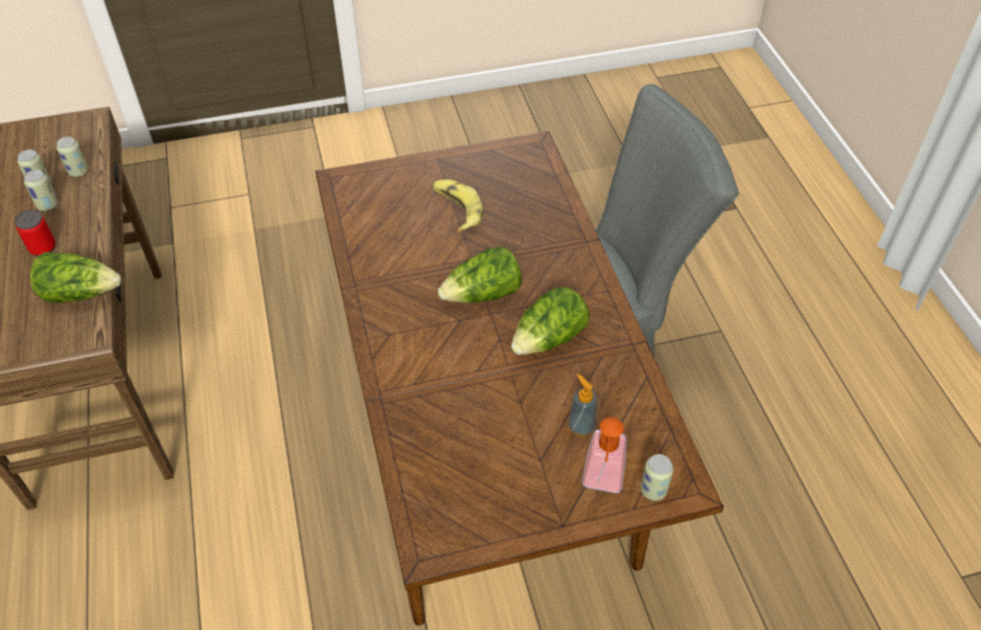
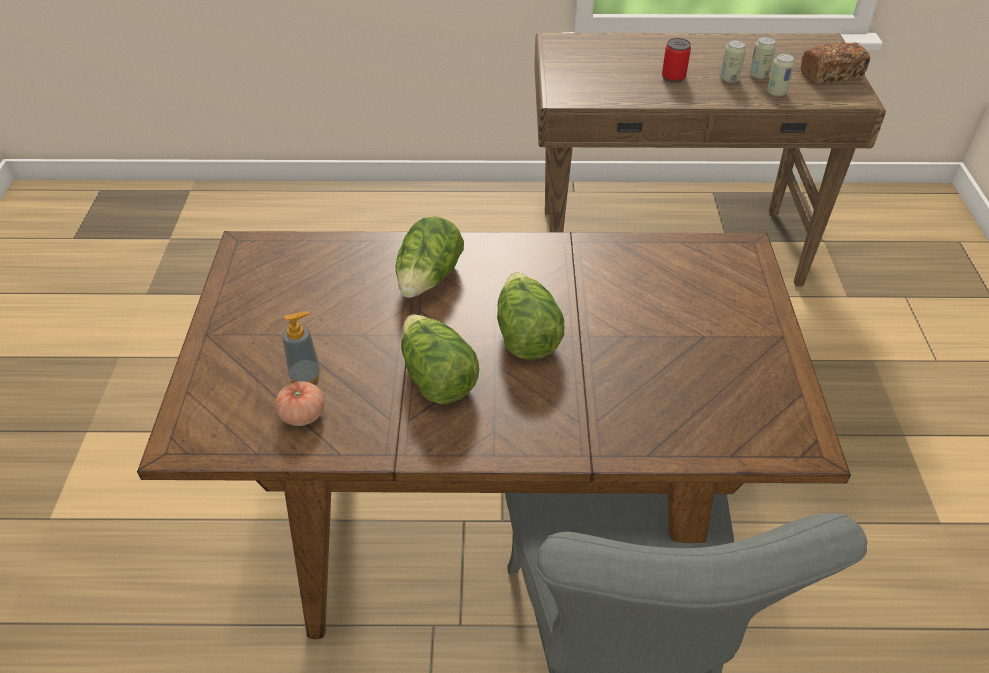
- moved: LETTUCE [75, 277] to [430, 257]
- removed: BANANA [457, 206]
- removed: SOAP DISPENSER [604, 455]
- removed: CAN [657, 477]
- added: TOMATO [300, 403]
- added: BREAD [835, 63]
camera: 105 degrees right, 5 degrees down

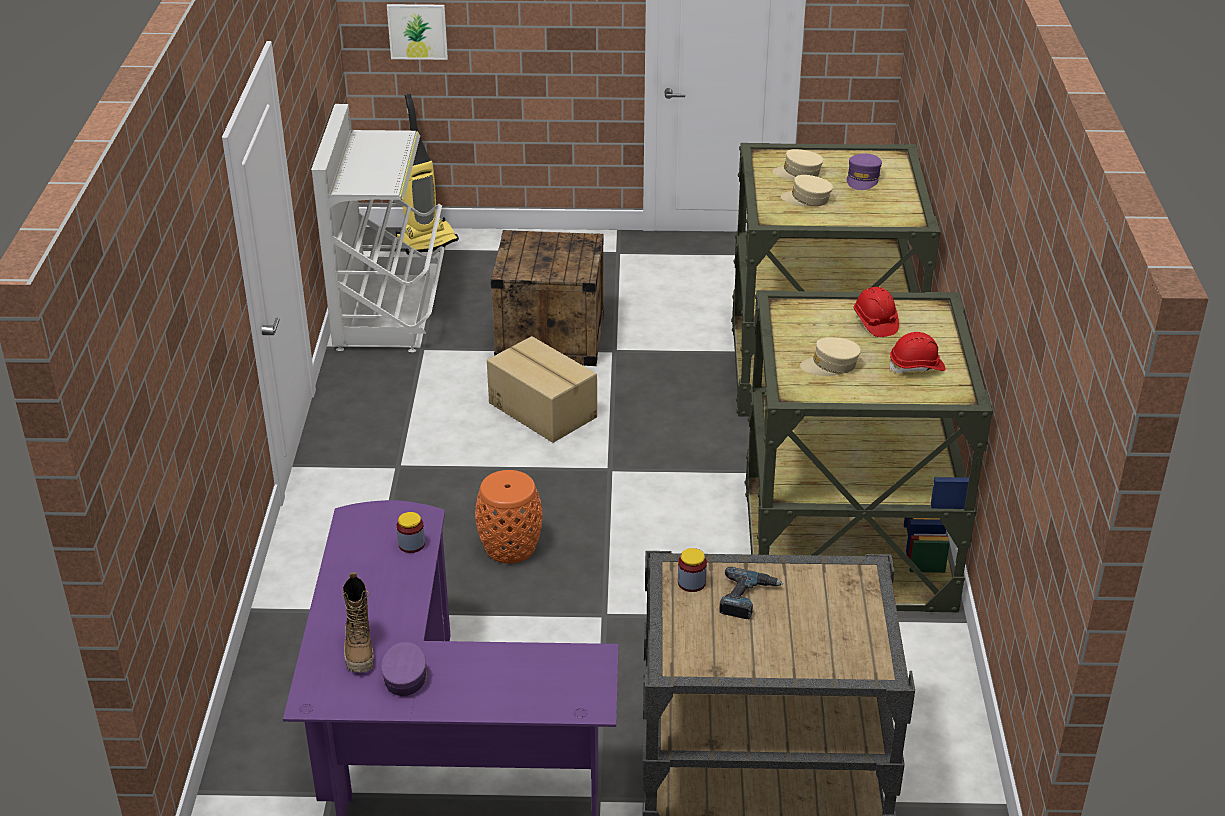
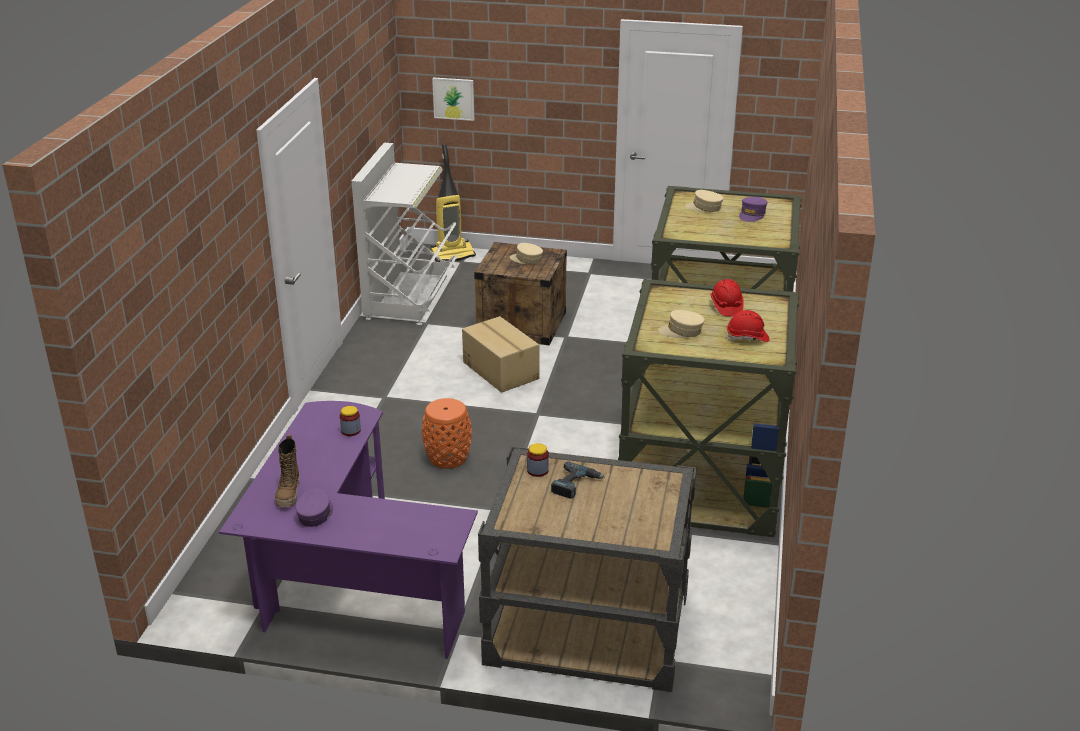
- moved: BEIGE CAP [807, 190] to [526, 253]
camera: 10 degrees right, 5 degrees down

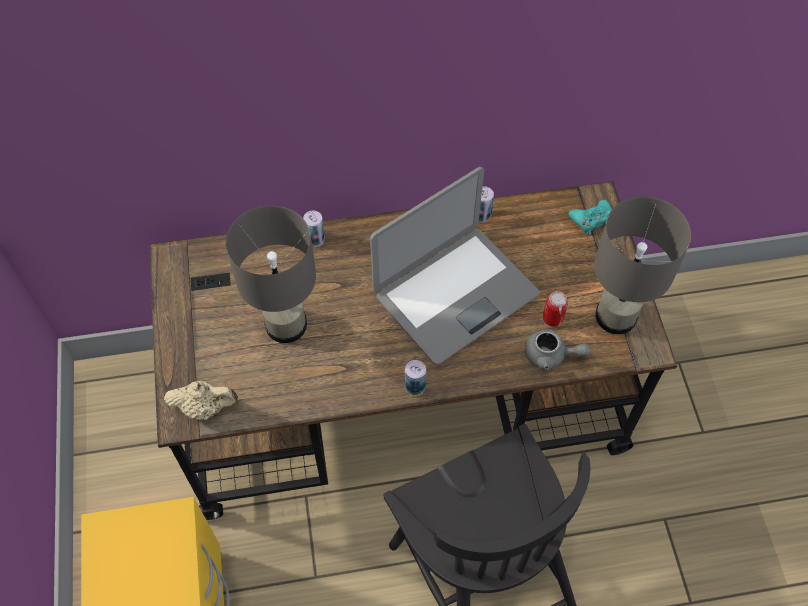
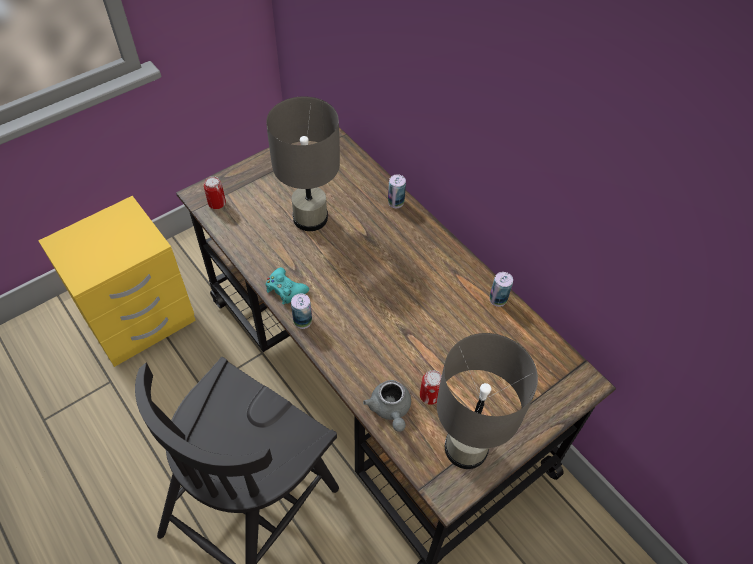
- replaced: BEIGE TEAPOT [201, 400] to CAN [215, 192]
- removed: LAPTOP [454, 265]
- moved: TURQUOISE GAME CONTROLLER [590, 217] to [287, 286]
camera: 60 degrees right, 5 degrees down

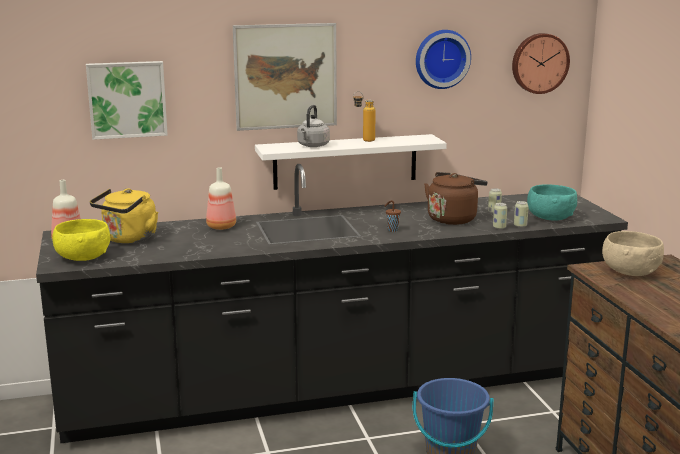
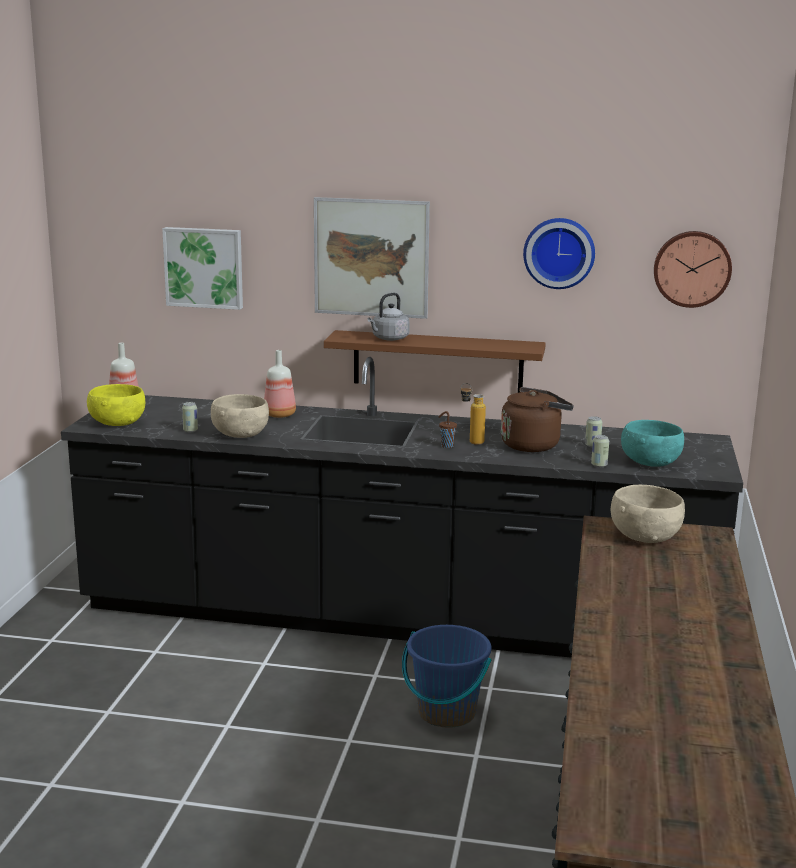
- removed: YELLOW KETTLE [124, 215]
- recoloured: WHITE SHELF [351, 162] to BROWN SHELF [435, 361]
- moved: BOTTLE [364, 116] to [473, 414]
- moved: CAN [500, 216] to [190, 417]
- added: BEIGE BOWL [240, 416]
camera: 25 degrees right, 0 degrees up

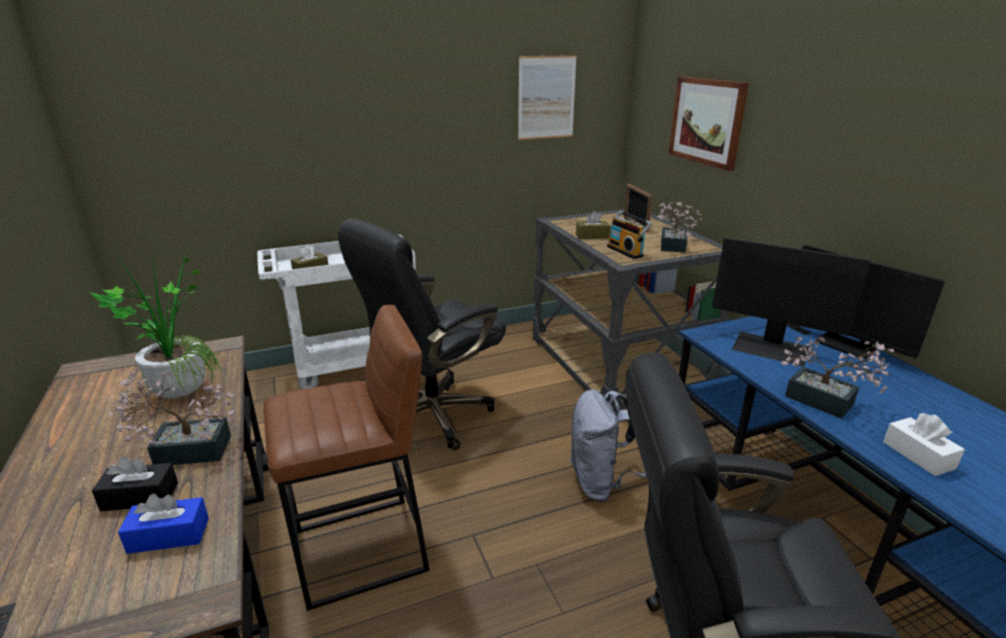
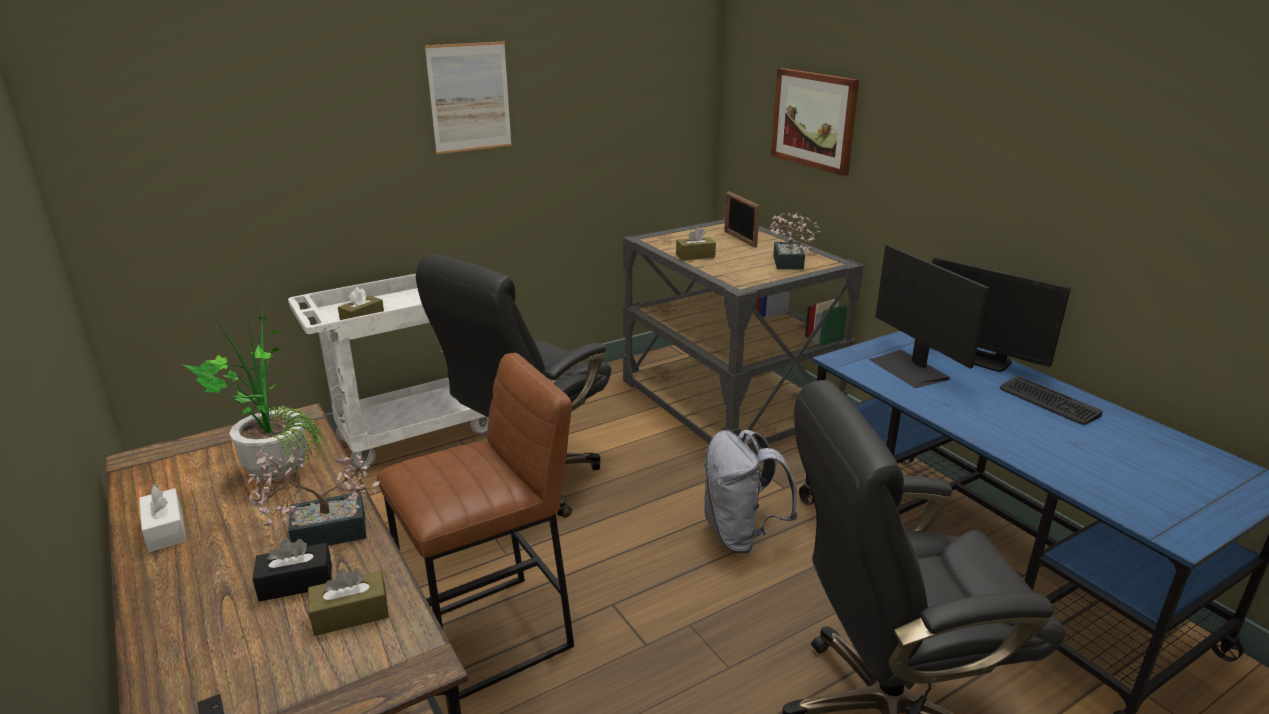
- recoloured: BLUE TISSUE BOX [163, 523] to BROWN TISSUE BOX [348, 602]
- moved: PICTURE [547, 97] to [468, 97]
- removed: RADIO [629, 235]
- turned: MONITOR [791, 302] = [928, 316] 45 degrees clockwise
- removed: POTTED PLANT [837, 378]
- moved: WHITE TISSUE BOX [924, 444] to [162, 518]
- added: KEYBOARD [1051, 400]
camera: 10 degrees left, 0 degrees up

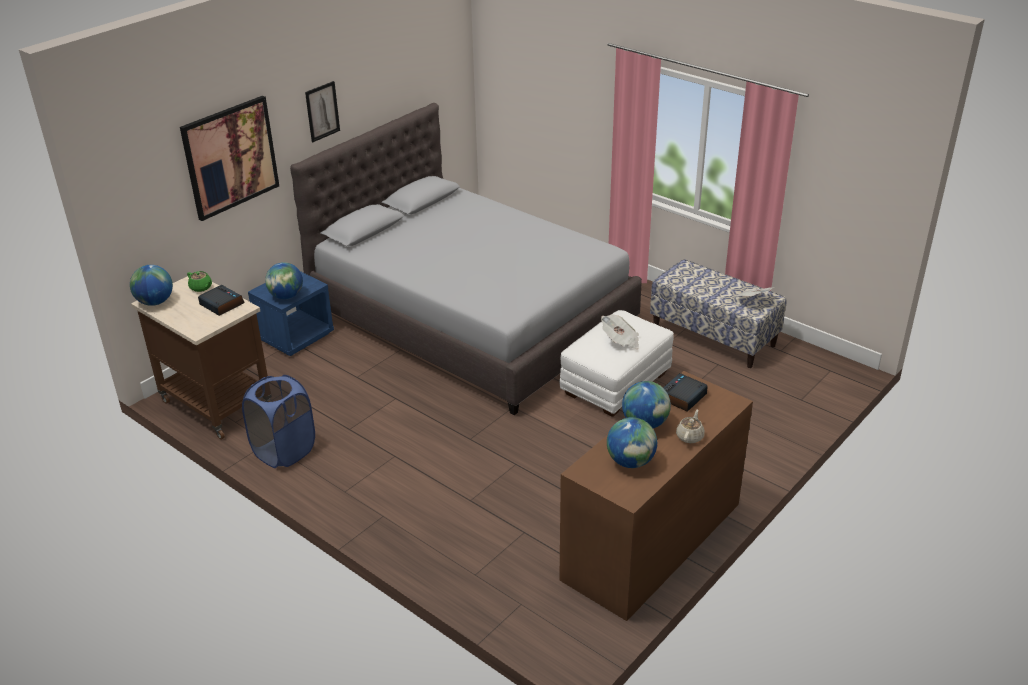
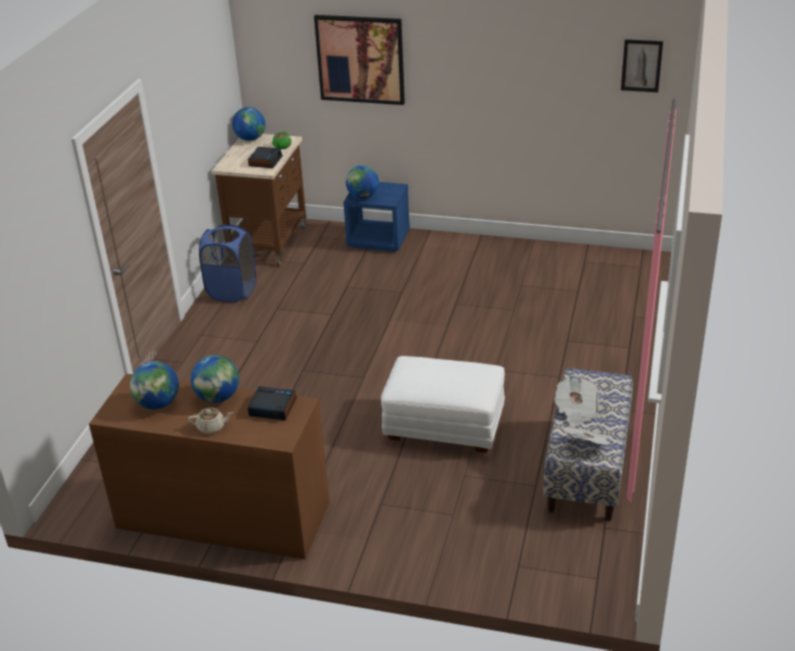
- removed: GREY BED [466, 259]
- moved: PICTURE [322, 111] to [642, 65]
- moved: NEWSPAPER [620, 332] to [576, 400]
camera: 65 degrees right, 0 degrees up

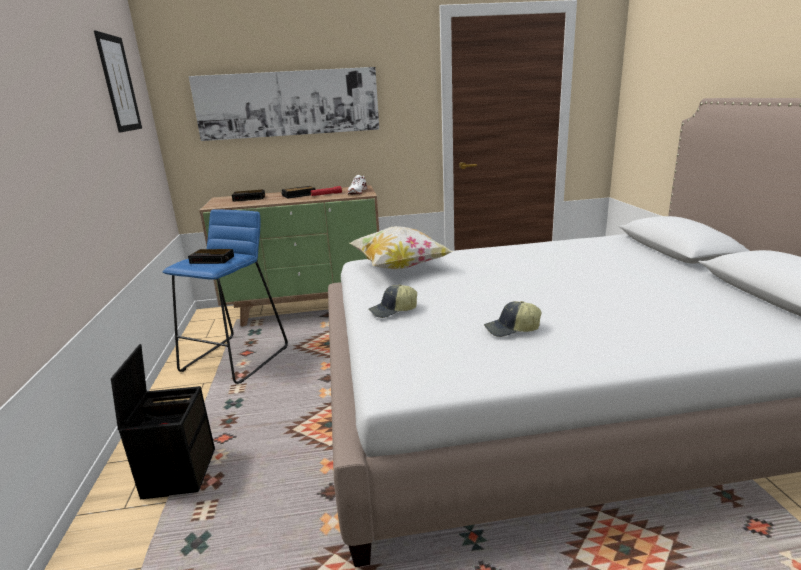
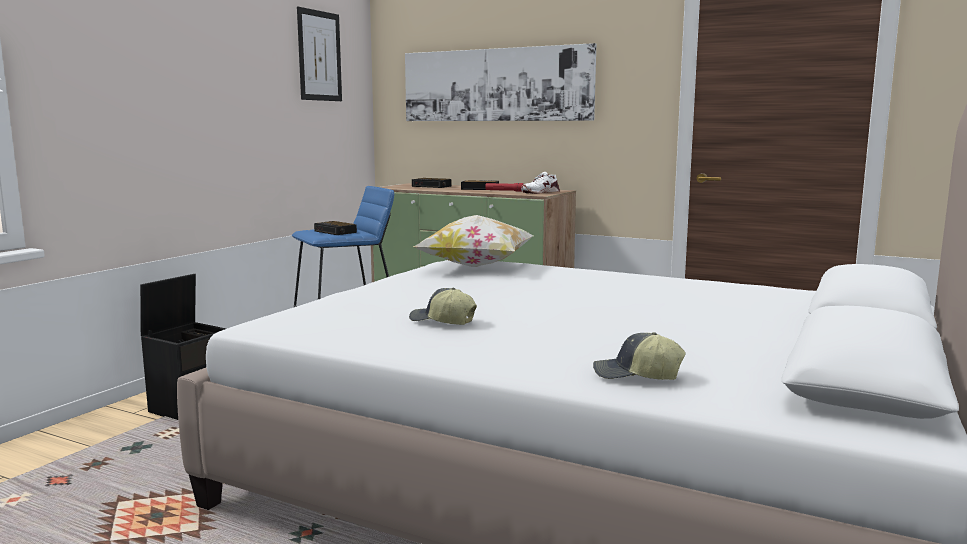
- moved: CAP [392, 301] to [639, 356]
camera: 35 degrees right, 10 degrees down

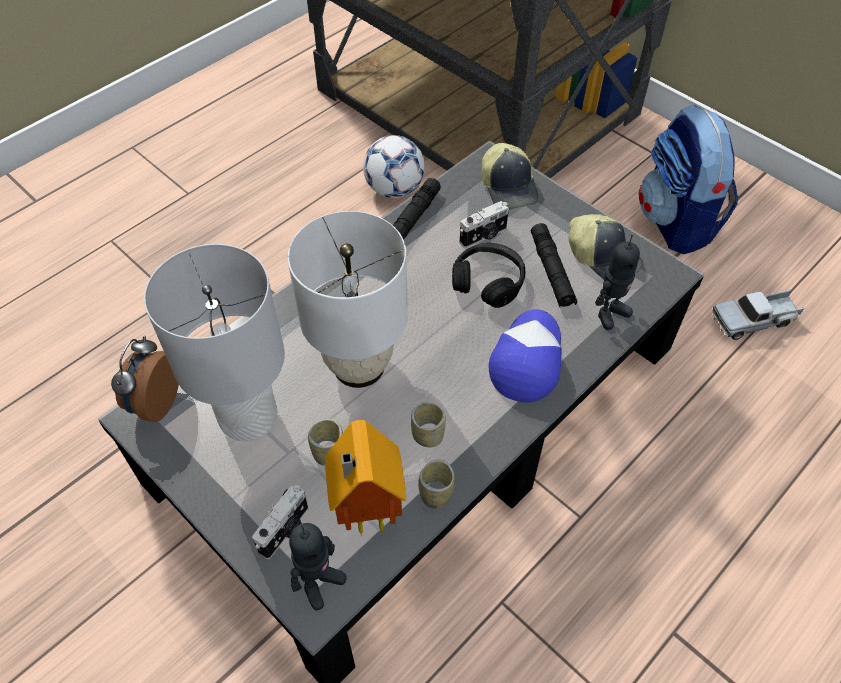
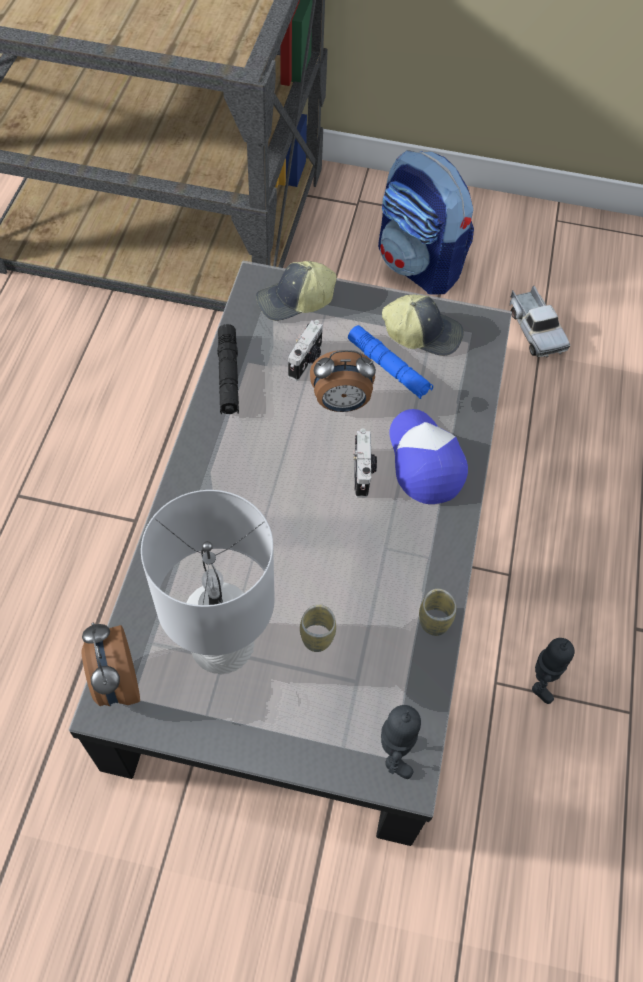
- moved: PHOTO CAMERA [280, 522] to [365, 463]
- removed: WHITE TABLE LAMP [348, 299]
- removed: TOY HOUSE [365, 478]
- removed: FOOTBALL [394, 166]
- removed: CUP [428, 424]
- replaced: BLACK HEADPHONES [488, 275] to ALARM CLOCK [343, 381]
- turned: CAP [510, 176] = [296, 291] 120 degrees clockwise
- recoloured: BLACK FLASHLIGHT [554, 265] to BLUE FLASHLIGHT [390, 362]
- moved: TOY ROBOT [617, 282] to [553, 671]
- turned: TOY TRUCK [758, 314] = [540, 321] 60 degrees counterclockwise
camera: 35 degrees left, 5 degrees up

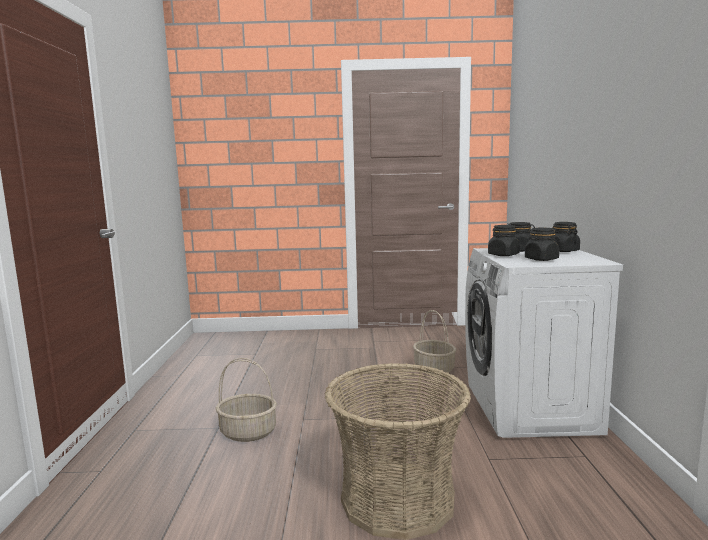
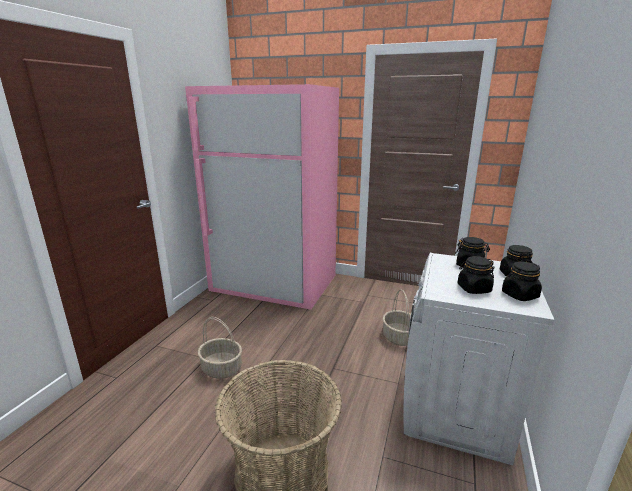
- moved: BLACK JAR [504, 240] to [522, 281]
- added: PINK FRIDGE [262, 197]
camera: 20 degrees right, 10 degrees up

